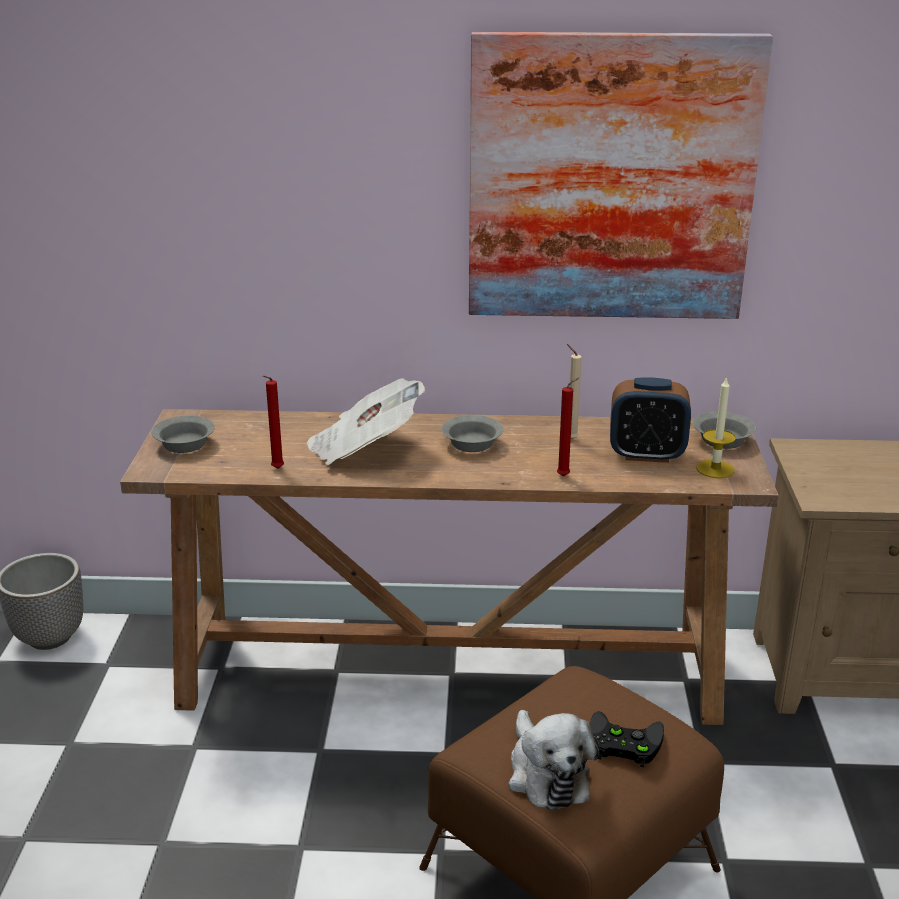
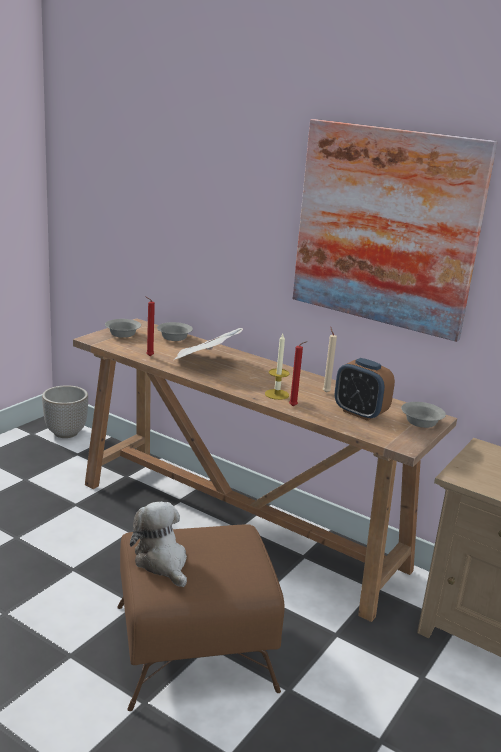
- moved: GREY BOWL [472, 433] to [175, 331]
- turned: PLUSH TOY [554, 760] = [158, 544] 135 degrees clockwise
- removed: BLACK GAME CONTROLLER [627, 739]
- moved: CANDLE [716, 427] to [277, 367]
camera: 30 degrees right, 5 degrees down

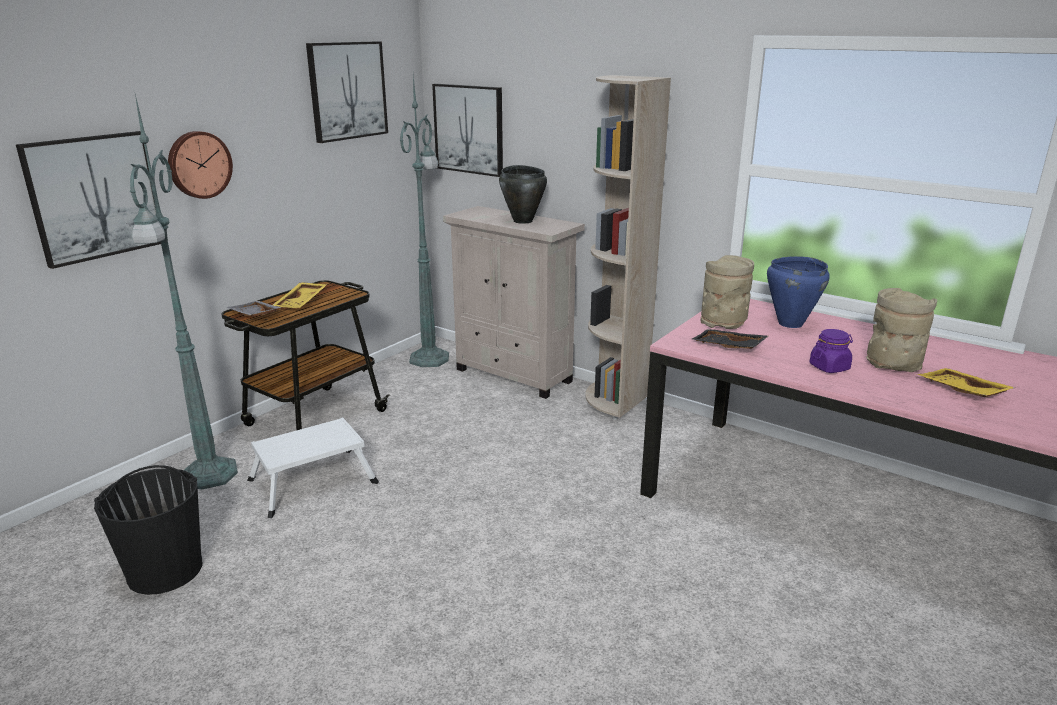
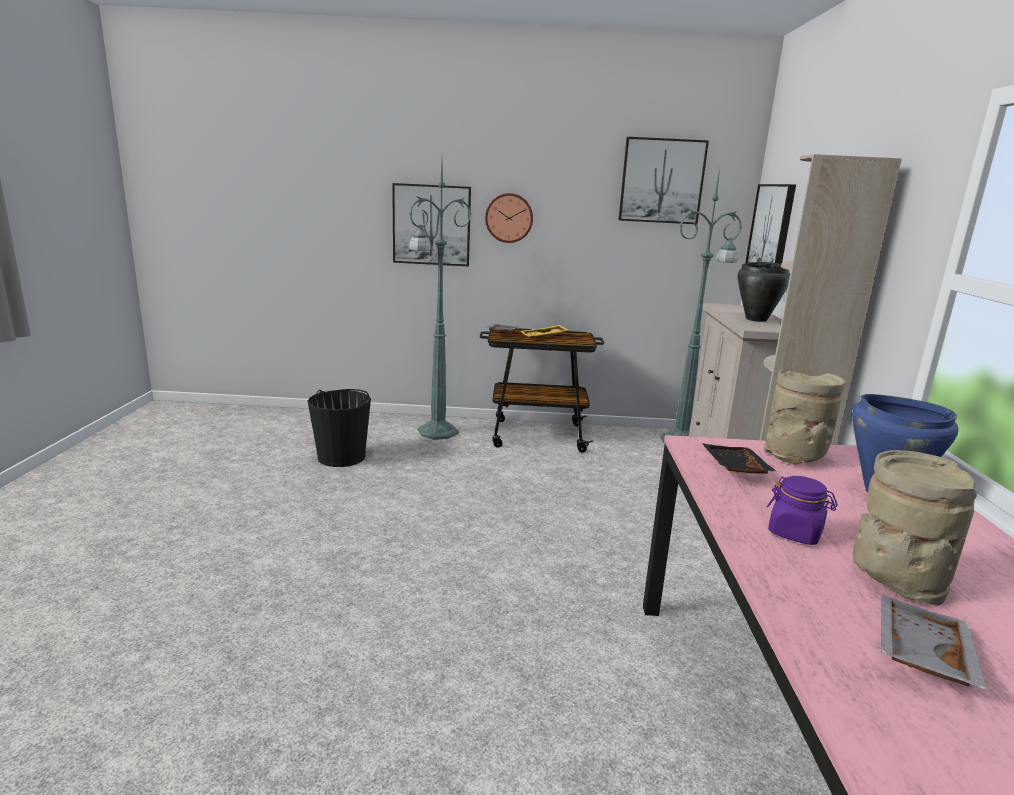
- removed: WHITE STEP LADDER [313, 467]
- recoloured: YELLOW TRAY [966, 382] to GREY TRAY [934, 642]
camera: 55 degrees right, 5 degrees down

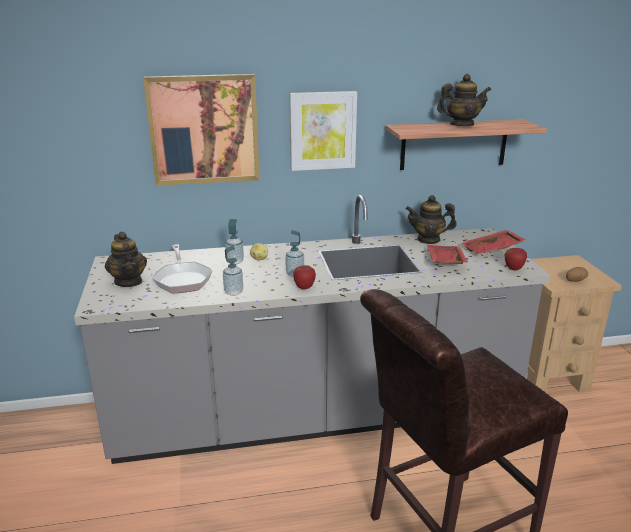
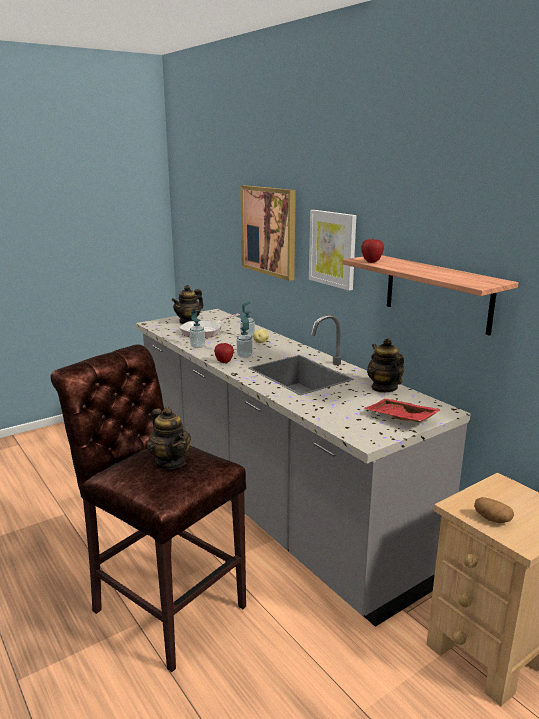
- removed: RED TRAY [448, 254]
- moved: TEAPOT [464, 100] to [169, 438]
- moved: APPLE [516, 259] to [372, 251]
camera: 65 degrees right, 5 degrees down

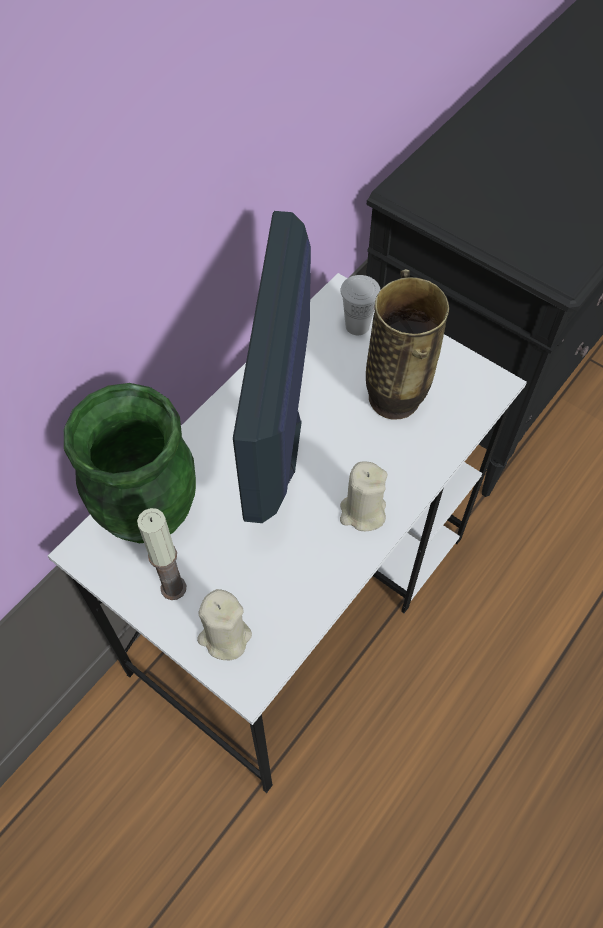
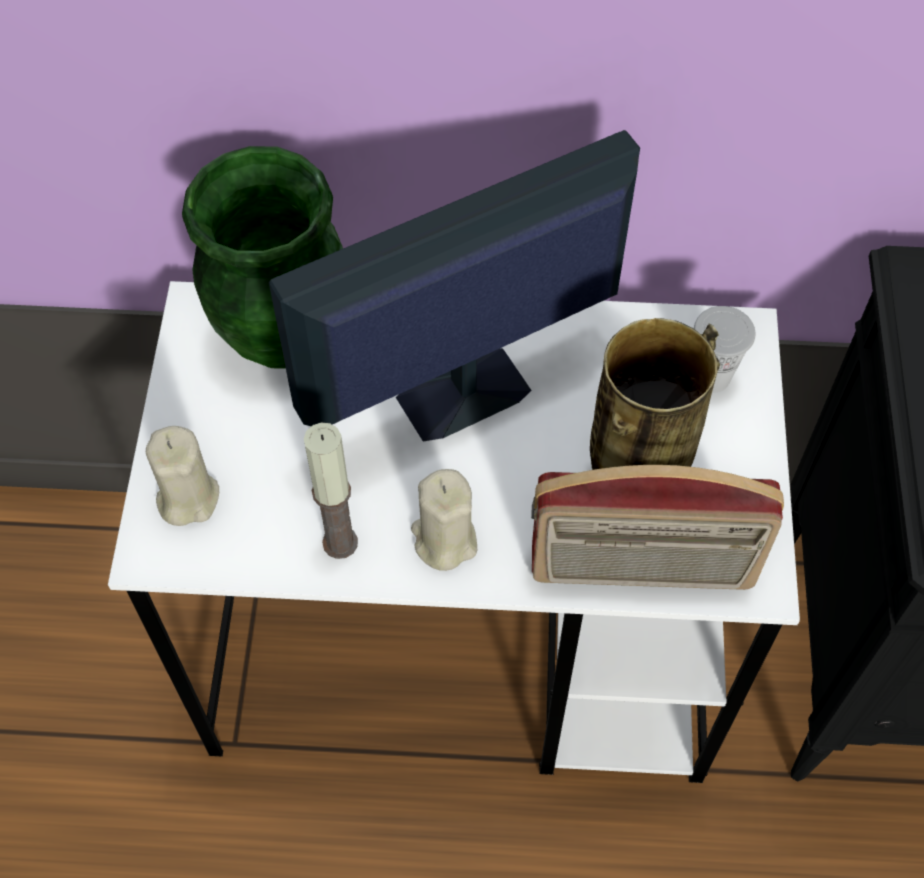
- moved: CANDLE [161, 554] to [331, 490]
- added: RADIO [657, 527]
camera: 55 degrees right, 0 degrees up

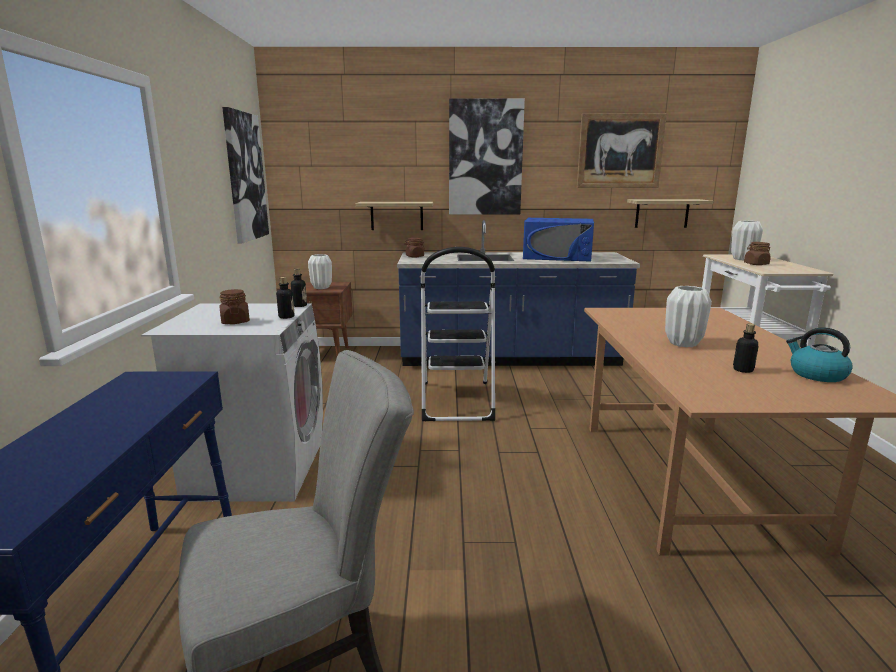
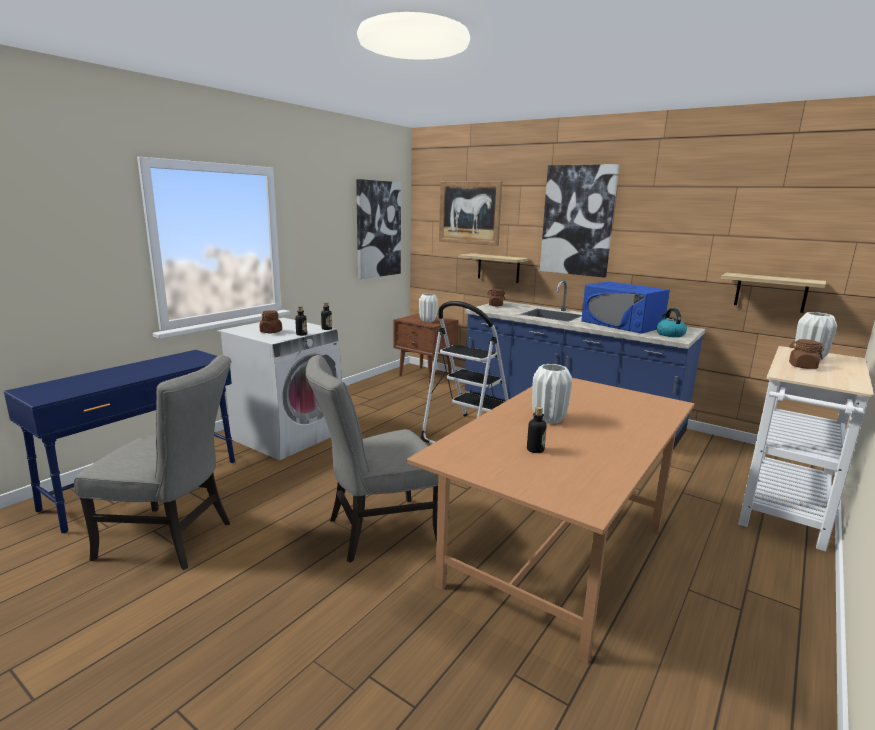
- moved: PICTURE [622, 150] to [470, 213]
- moved: KETTLE [819, 354] to [671, 322]
- added: GREY CHAIR [372, 459]
camera: 35 degrees right, 0 degrees up

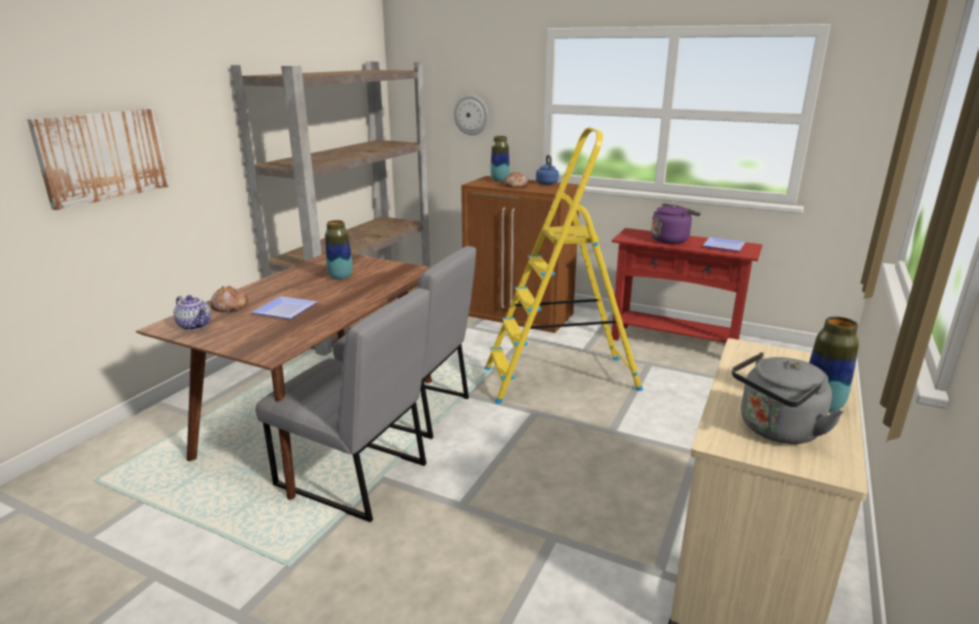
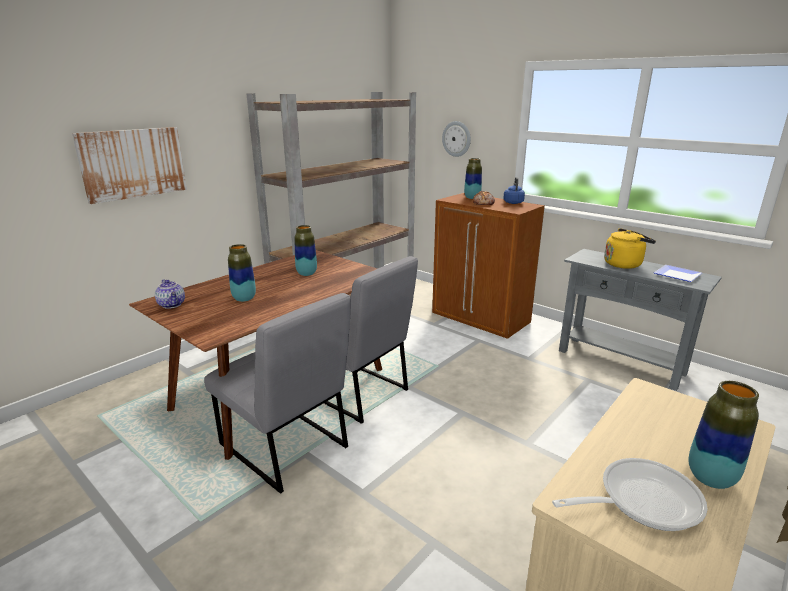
- removed: BREAD [229, 299]
- replaced: PLATE [284, 307] to VASE [242, 273]
- removed: YELLOW STEP LADDER [563, 265]
- recoloured: RED CONSOLE TABLE [687, 285] to GREY CONSOLE TABLE [640, 320]
- recoloured: PURPLE KETTLE [676, 223] to YELLOW KETTLE [630, 248]
- replaced: GREY KETTLE [787, 398] to FRYING PAN [630, 494]
camera: 15 degrees right, 0 degrees up

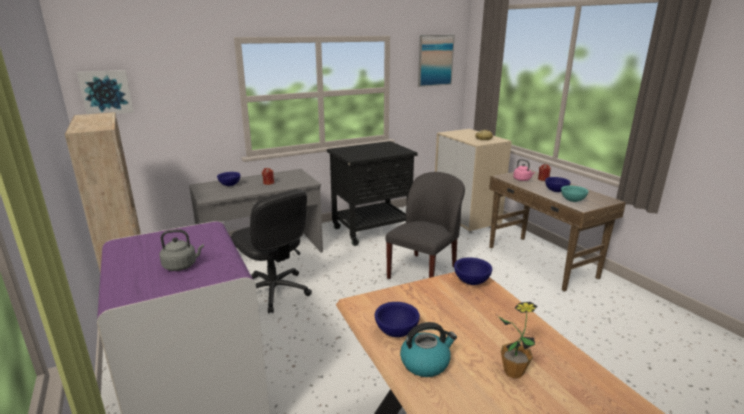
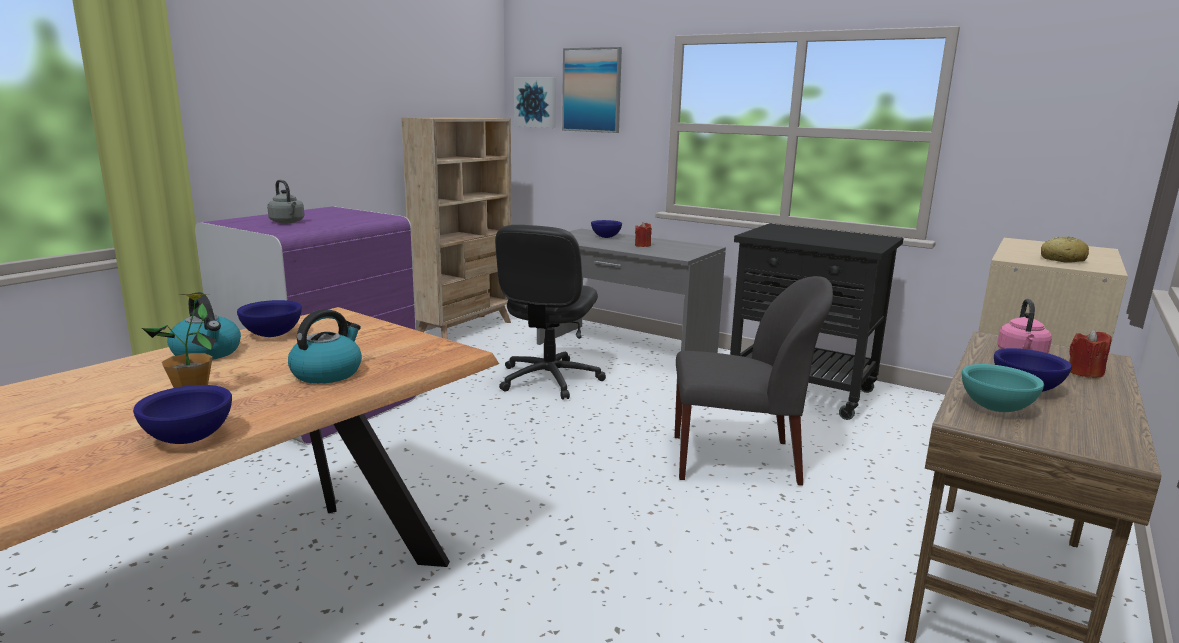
- moved: PICTURE [436, 61] to [592, 90]
- moved: BLUE BOWL [473, 271] to [182, 414]
- added: KETTLE [325, 346]
camera: 60 degrees right, 5 degrees down

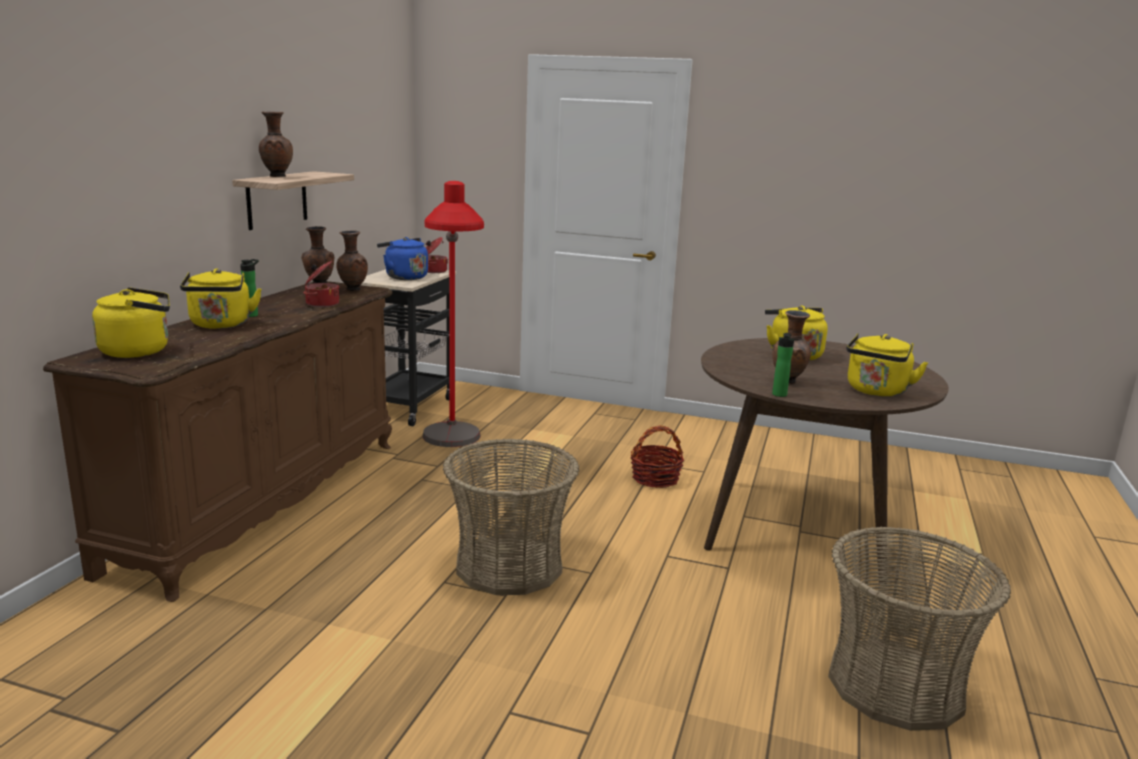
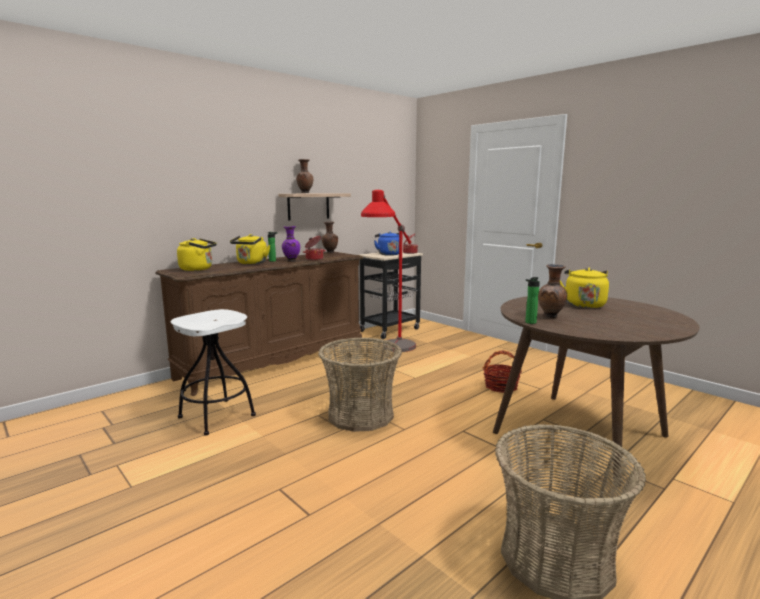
- removed: BROWN VASE [352, 261]
- removed: YELLOW KETTLE [887, 365]
- added: WHITE STOOL [213, 372]
- added: PURPLE VASE [291, 244]
camera: 30 degrees right, 5 degrees down

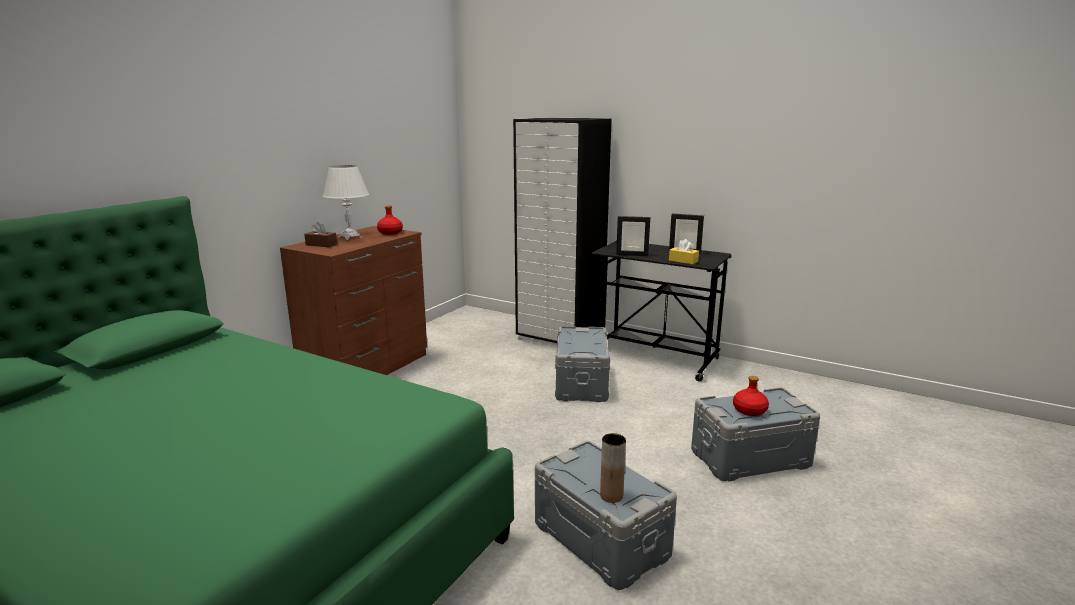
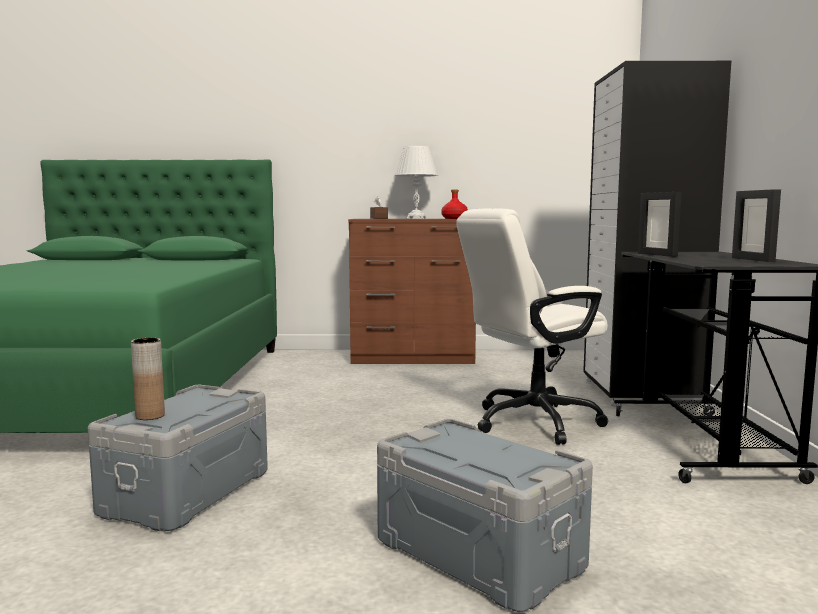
- replaced: GREY STORAGE BOX [582, 364] to WHITE OFFICE CHAIR [532, 326]
- removed: YELLOW TISSUE BOX [684, 251]
- removed: RED BOTTLE [751, 396]
camera: 60 degrees right, 10 degrees down

